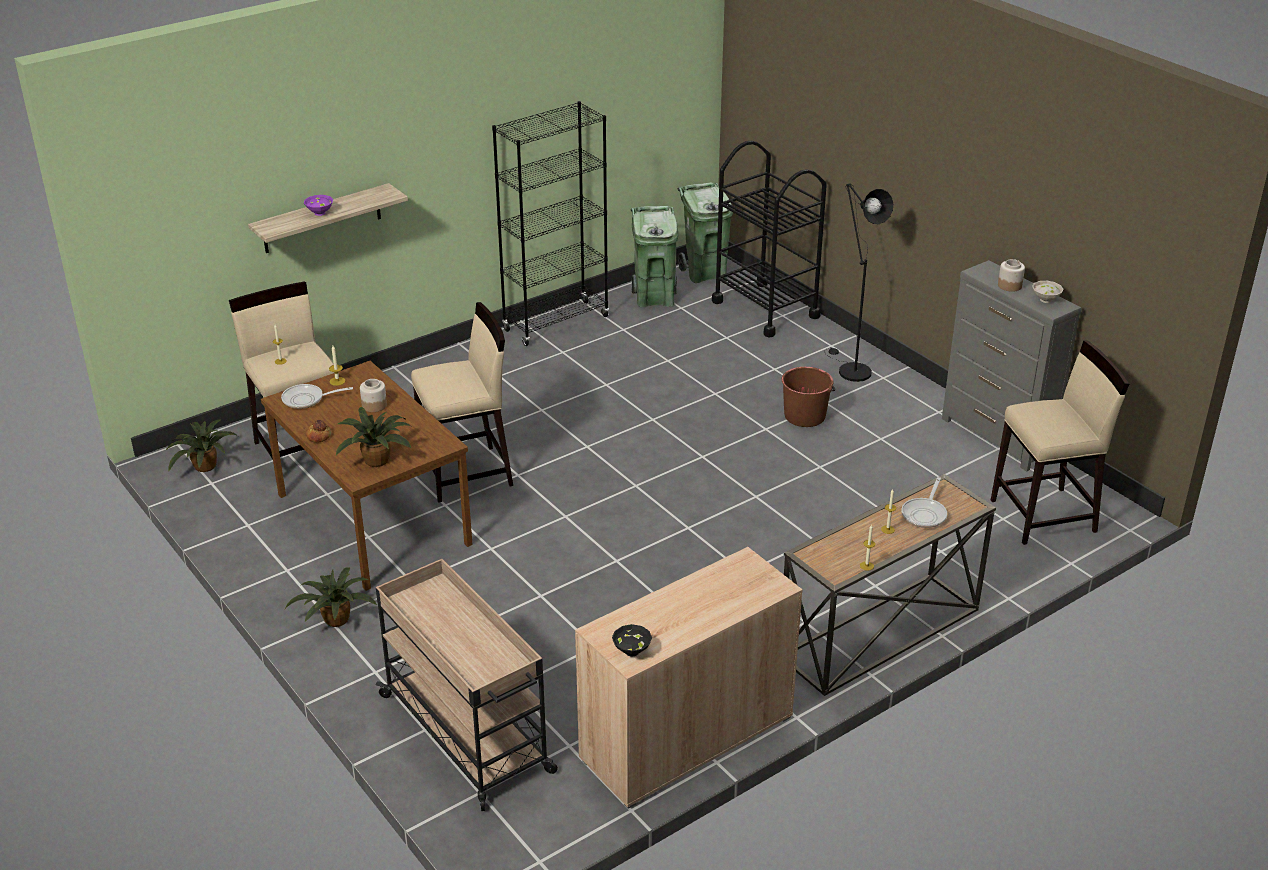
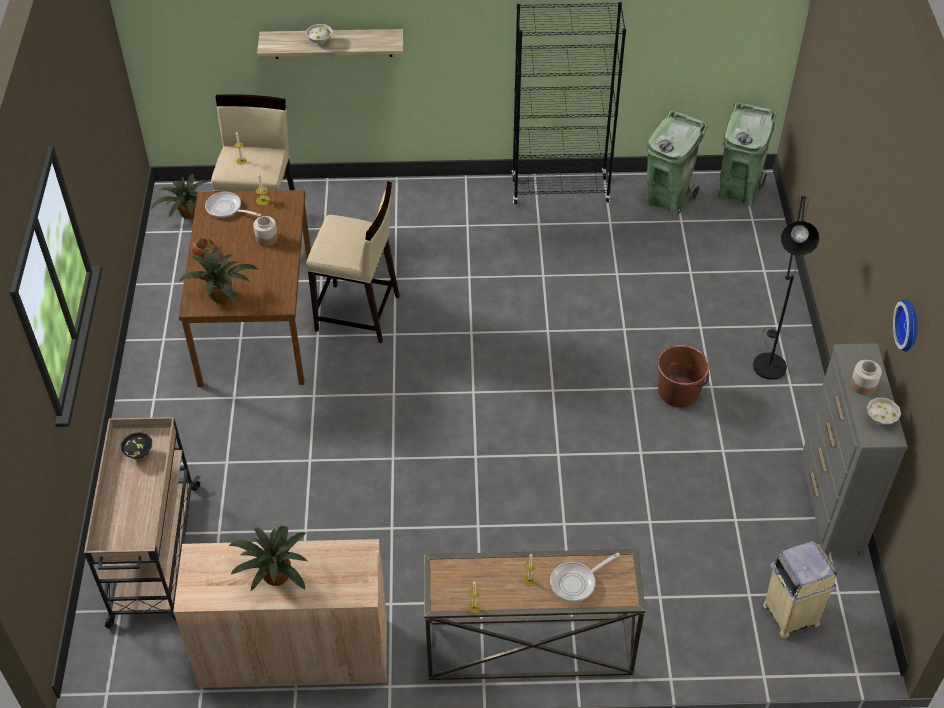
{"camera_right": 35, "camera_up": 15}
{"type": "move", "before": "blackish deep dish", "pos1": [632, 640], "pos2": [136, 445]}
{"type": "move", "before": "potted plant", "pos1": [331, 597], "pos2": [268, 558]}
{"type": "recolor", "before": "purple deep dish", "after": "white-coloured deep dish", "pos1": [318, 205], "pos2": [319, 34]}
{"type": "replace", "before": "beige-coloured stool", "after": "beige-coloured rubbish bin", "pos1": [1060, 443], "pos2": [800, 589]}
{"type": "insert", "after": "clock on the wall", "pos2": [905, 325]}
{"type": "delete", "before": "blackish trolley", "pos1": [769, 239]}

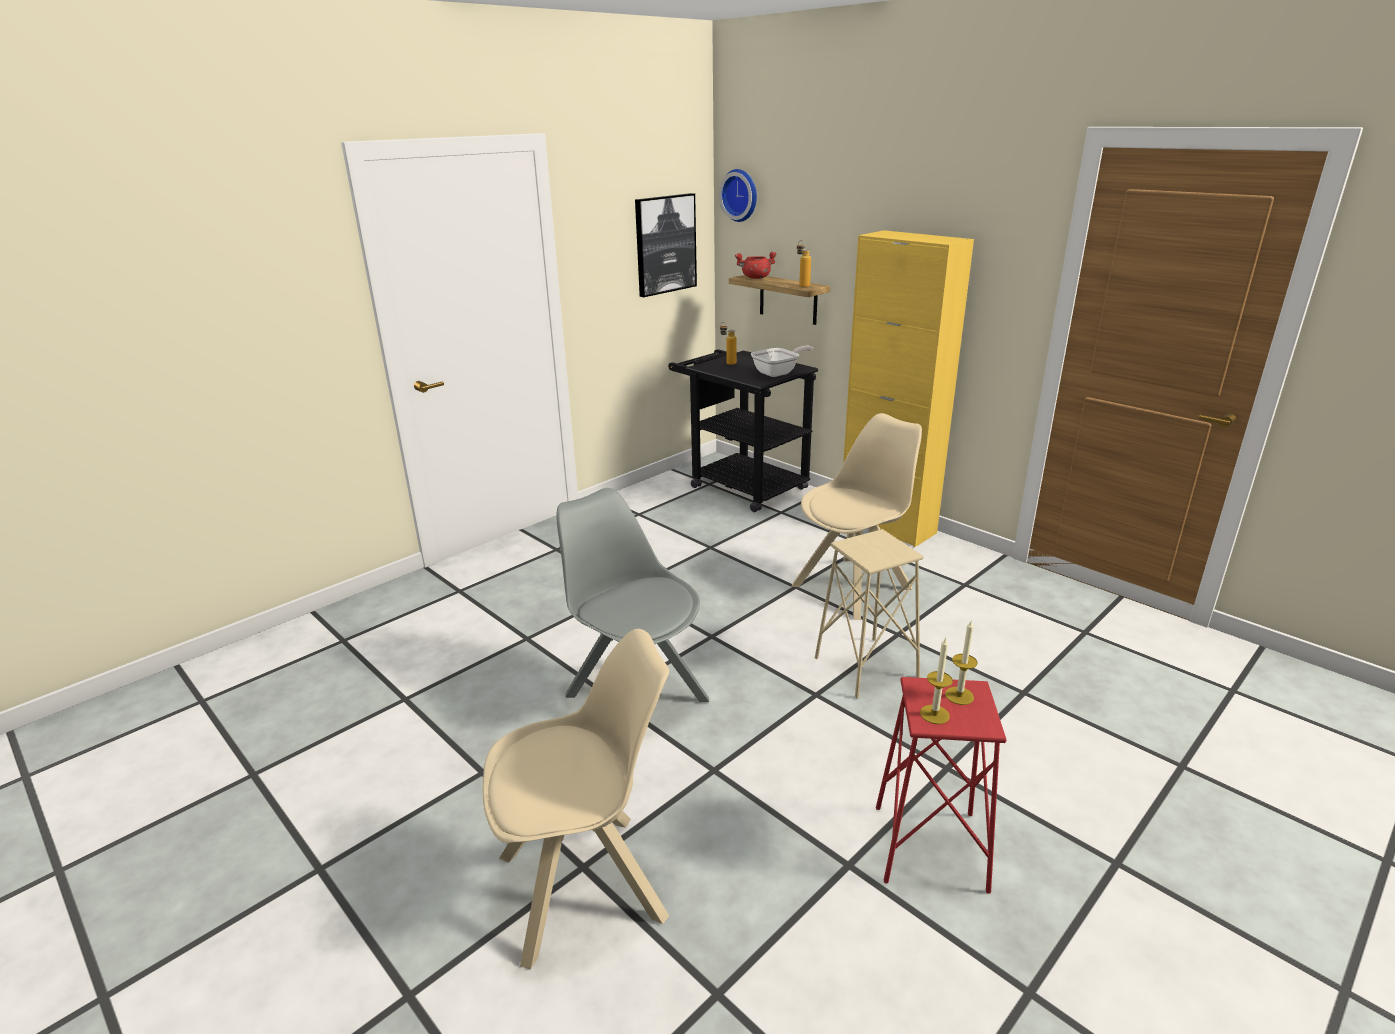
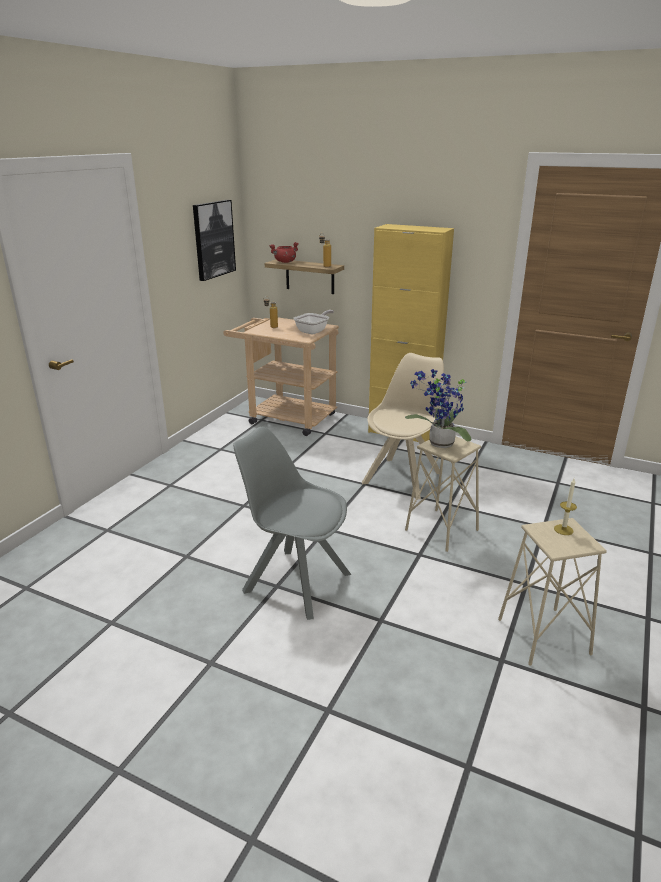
{"camera_right": -20, "camera_up": 0}
{"type": "recolor", "before": "blackish trolley", "after": "beige-coloured trolley", "pos1": [743, 430], "pos2": [281, 377]}
{"type": "insert", "after": "potted plant", "pos2": [438, 408]}
{"type": "recolor", "before": "red stool", "after": "beige-coloured stool", "pos1": [941, 785], "pos2": [552, 592]}
{"type": "delete", "before": "beige-coloured chair", "pos1": [576, 799]}
{"type": "delete", "before": "clock on the wall", "pos1": [738, 195]}
{"type": "delete", "before": "wax candle", "pos1": [936, 680]}

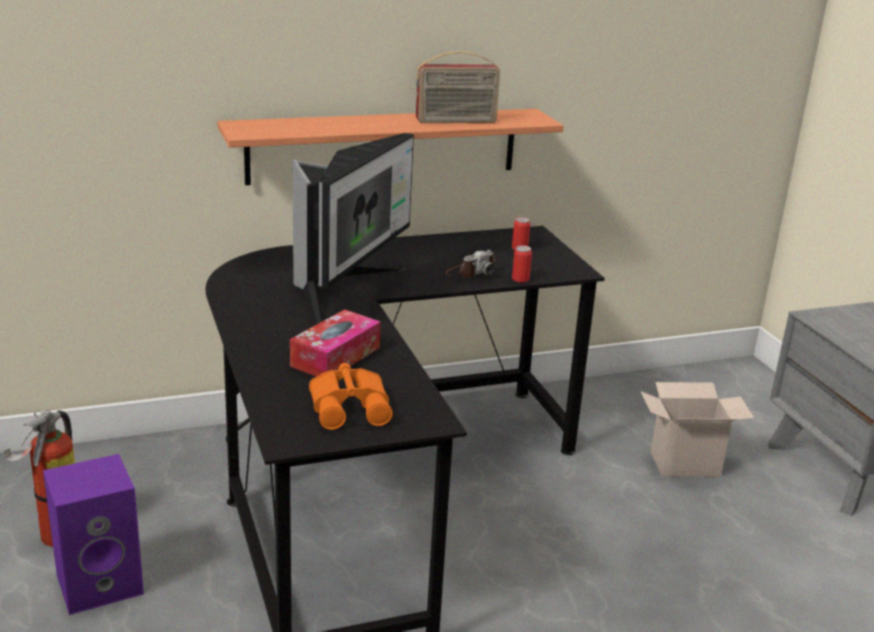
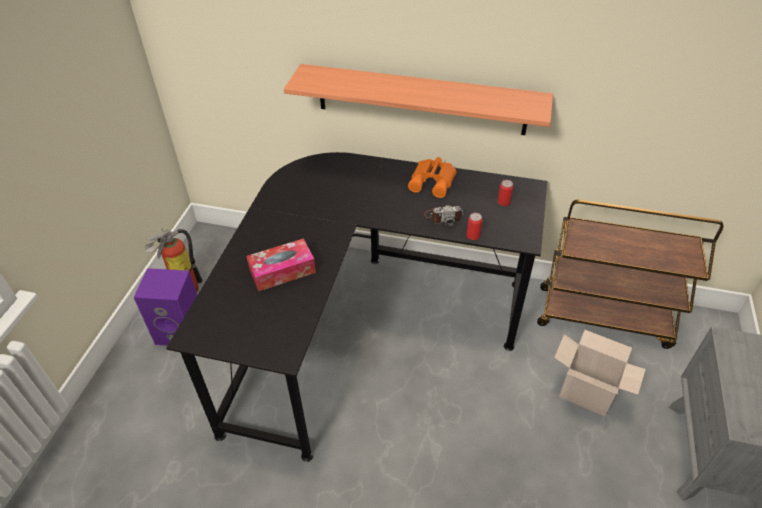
{"camera_right": 35, "camera_up": 20}
{"type": "move", "before": "orange pair of binoculars", "pos1": [351, 396], "pos2": [432, 177]}
{"type": "insert", "after": "brownish trolley", "pos2": [630, 274]}
{"type": "delete", "before": "computer screen", "pos1": [353, 229]}
{"type": "delete", "before": "radio receiver", "pos1": [458, 87]}

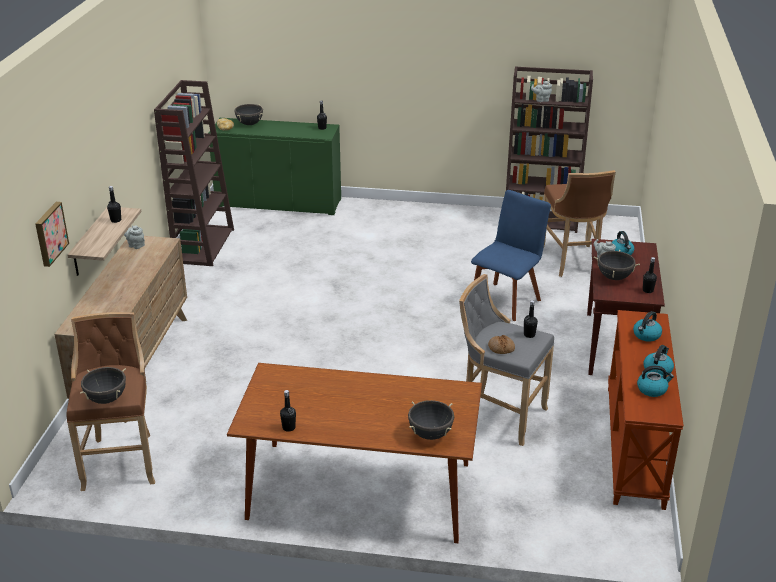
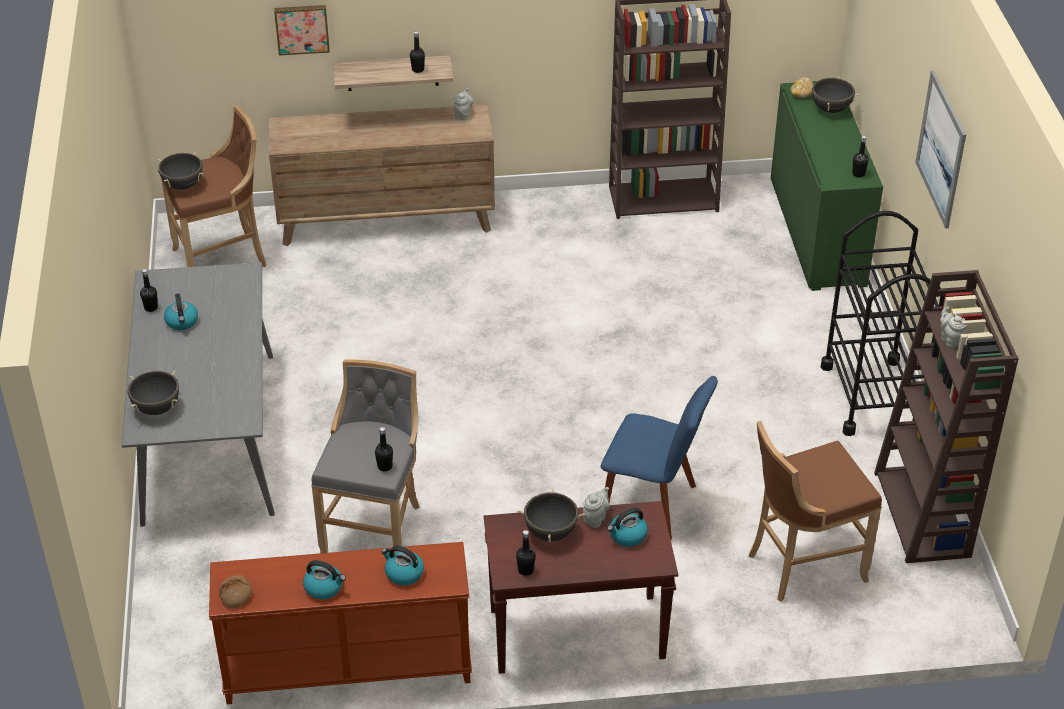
{"camera_right": 75, "camera_up": 10}
{"type": "recolor", "before": "brownish dinner table", "after": "gray dinner table", "pos1": [354, 453], "pos2": [198, 394]}
{"type": "move", "before": "water kettle", "pos1": [655, 381], "pos2": [181, 312]}
{"type": "move", "before": "baked bread", "pos1": [501, 344], "pos2": [235, 591]}
{"type": "insert", "after": "blackish trolley", "pos2": [883, 323]}
{"type": "insert", "after": "wall picture", "pos2": [940, 149]}

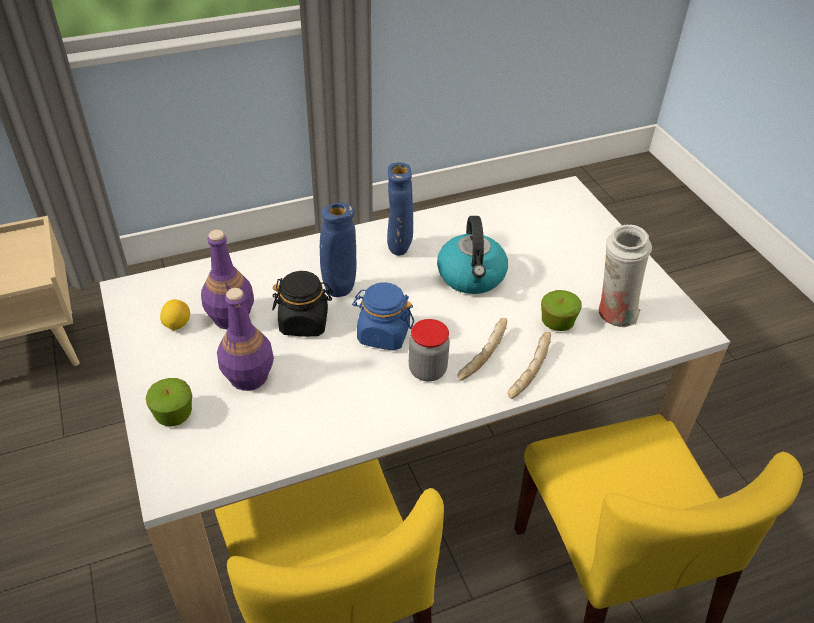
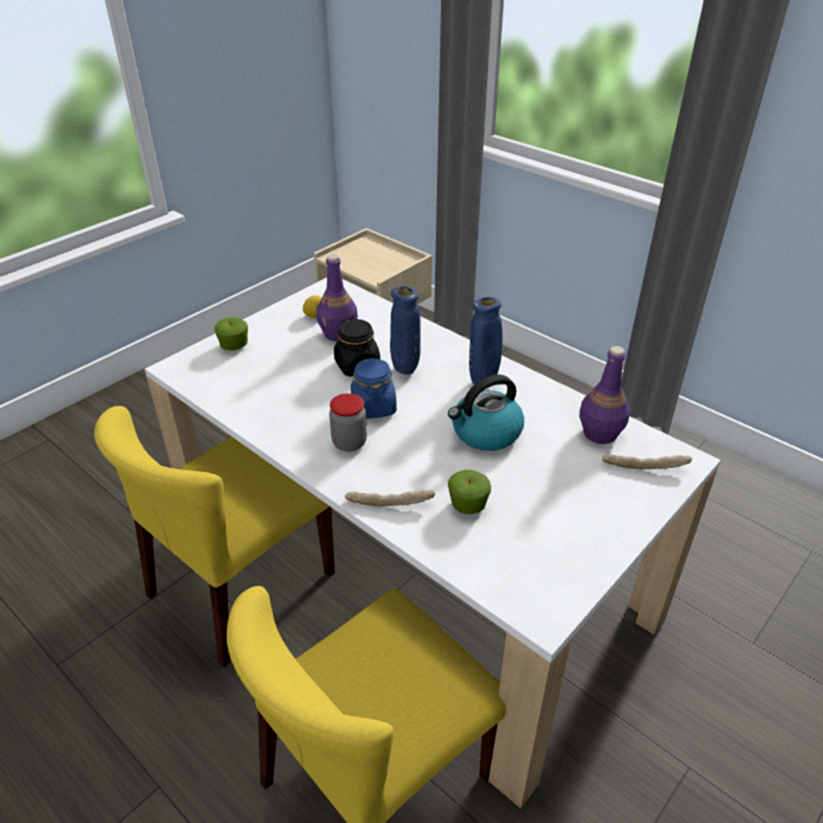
{"camera_right": 65, "camera_up": -5}
{"type": "move", "before": "purple beverage bottle", "pos1": [245, 339], "pos2": [604, 395]}
{"type": "move", "before": "baked bread", "pos1": [482, 349], "pos2": [647, 461]}
{"type": "delete", "before": "white-coloured vase", "pos1": [625, 276]}

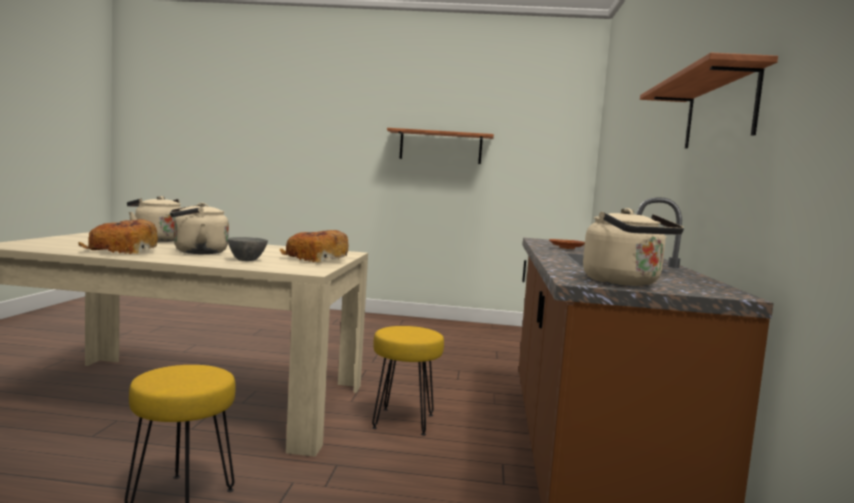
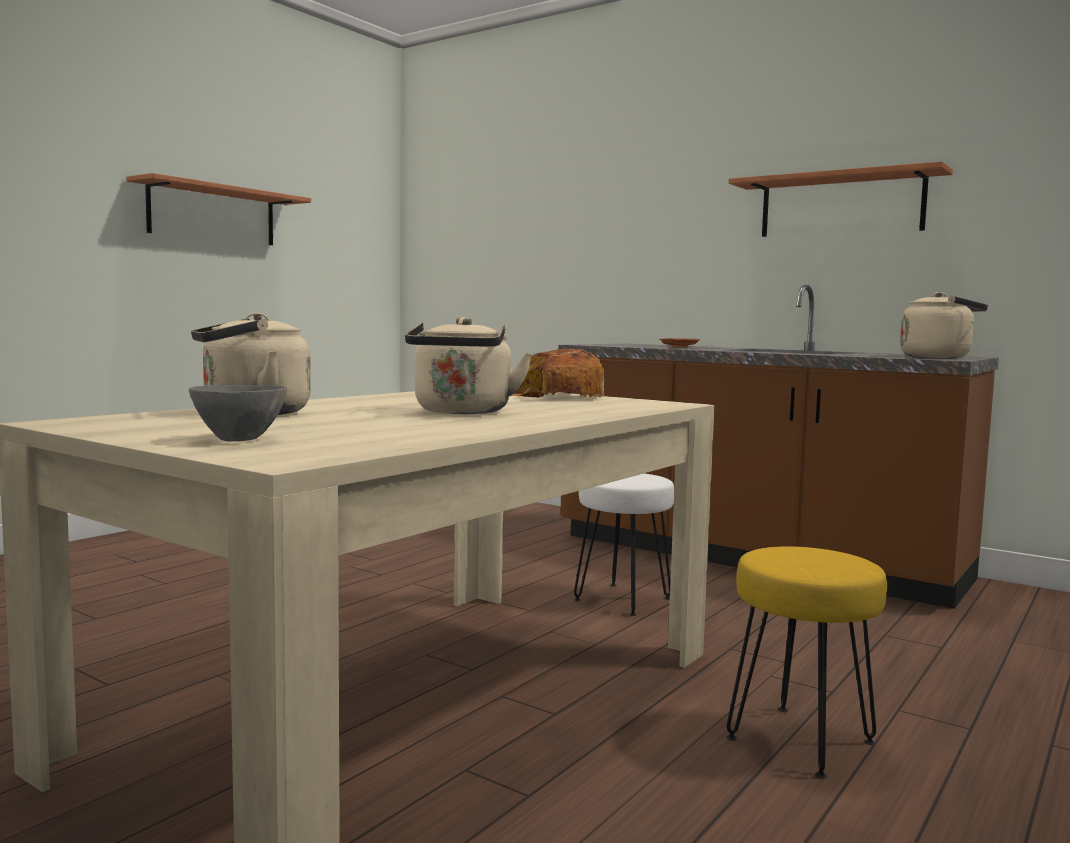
{"camera_right": -60, "camera_up": 0}
{"type": "move", "before": "gray deep dish", "pos1": [248, 249], "pos2": [238, 413]}
{"type": "recolor", "before": "yellow-coloured stool", "after": "white-coloured stool", "pos1": [408, 381], "pos2": [624, 544]}
{"type": "delete", "before": "baked bread", "pos1": [118, 236]}

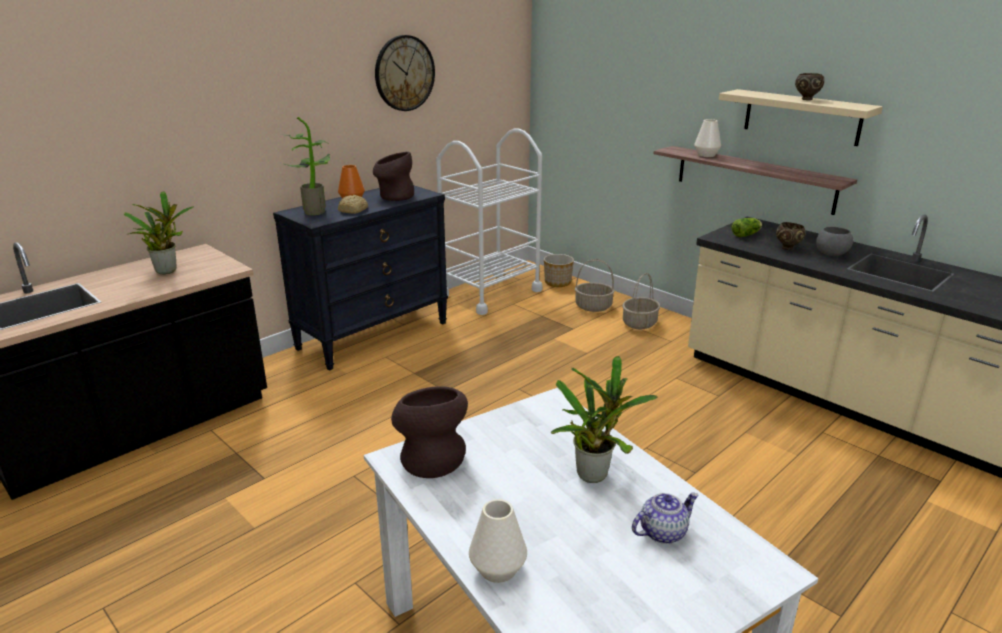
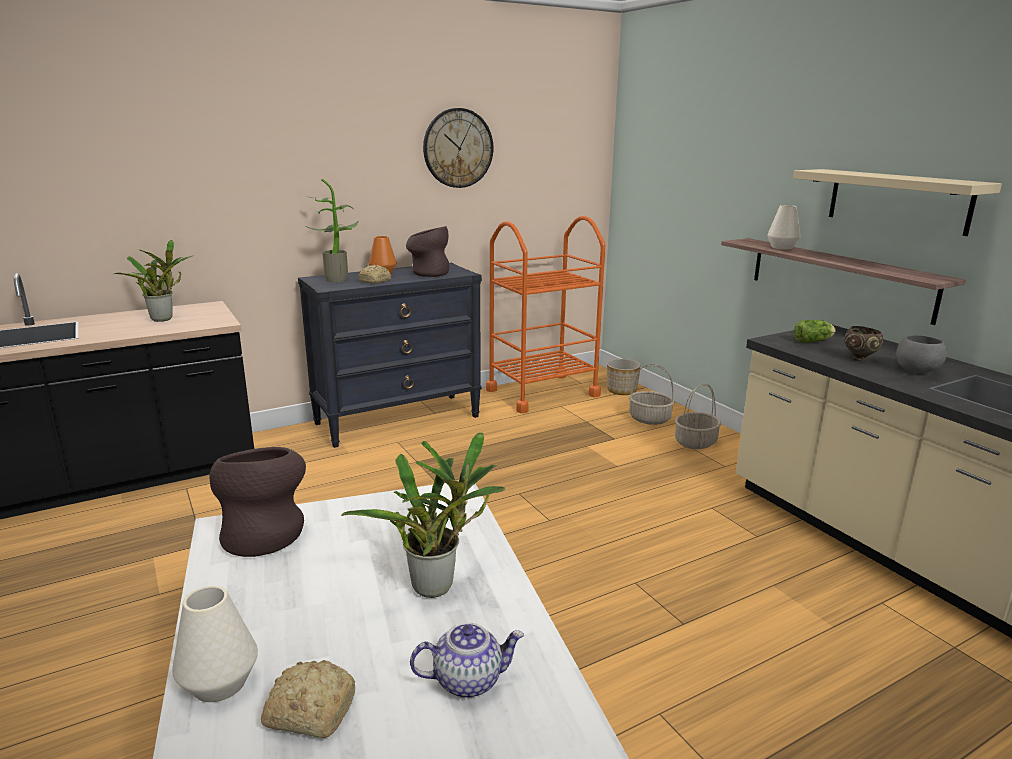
{"camera_right": 15, "camera_up": -5}
{"type": "insert", "after": "baked bread", "pos2": [308, 699]}
{"type": "recolor", "before": "white-coloured trolley", "after": "orange trolley", "pos1": [489, 222], "pos2": [545, 314]}
{"type": "delete", "before": "brownish deep dish", "pos1": [809, 86]}

